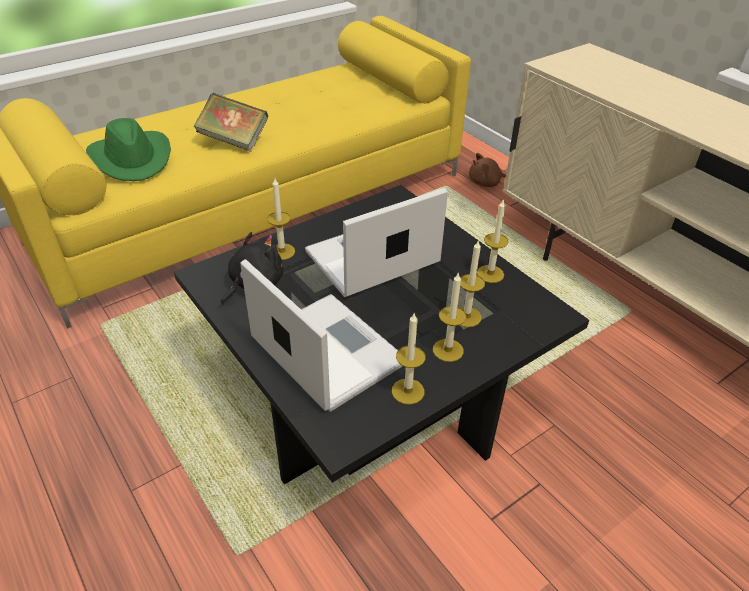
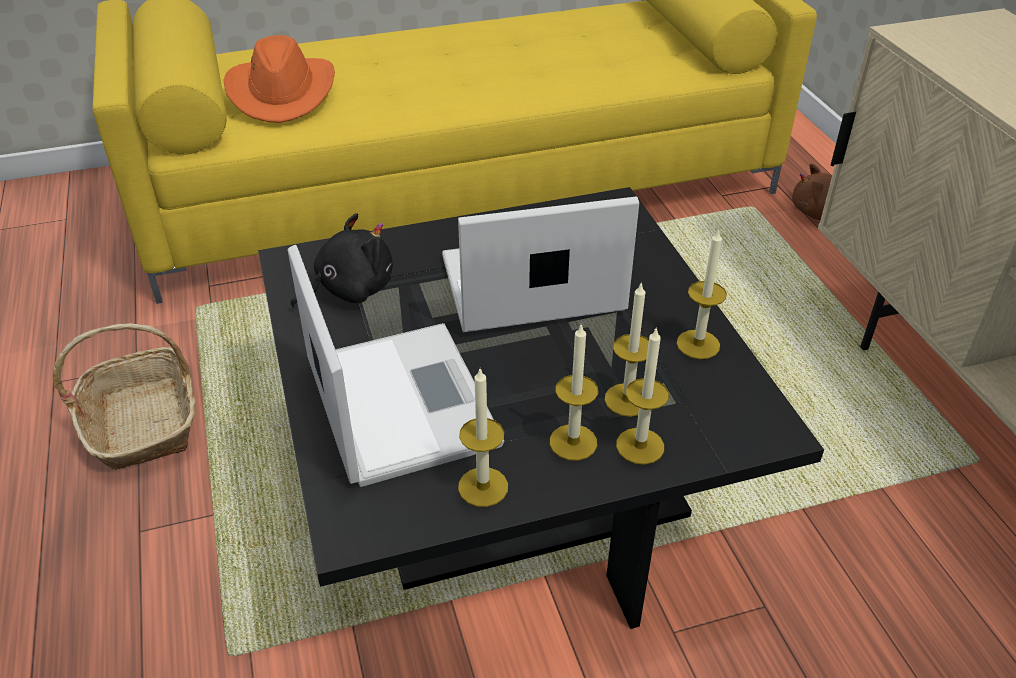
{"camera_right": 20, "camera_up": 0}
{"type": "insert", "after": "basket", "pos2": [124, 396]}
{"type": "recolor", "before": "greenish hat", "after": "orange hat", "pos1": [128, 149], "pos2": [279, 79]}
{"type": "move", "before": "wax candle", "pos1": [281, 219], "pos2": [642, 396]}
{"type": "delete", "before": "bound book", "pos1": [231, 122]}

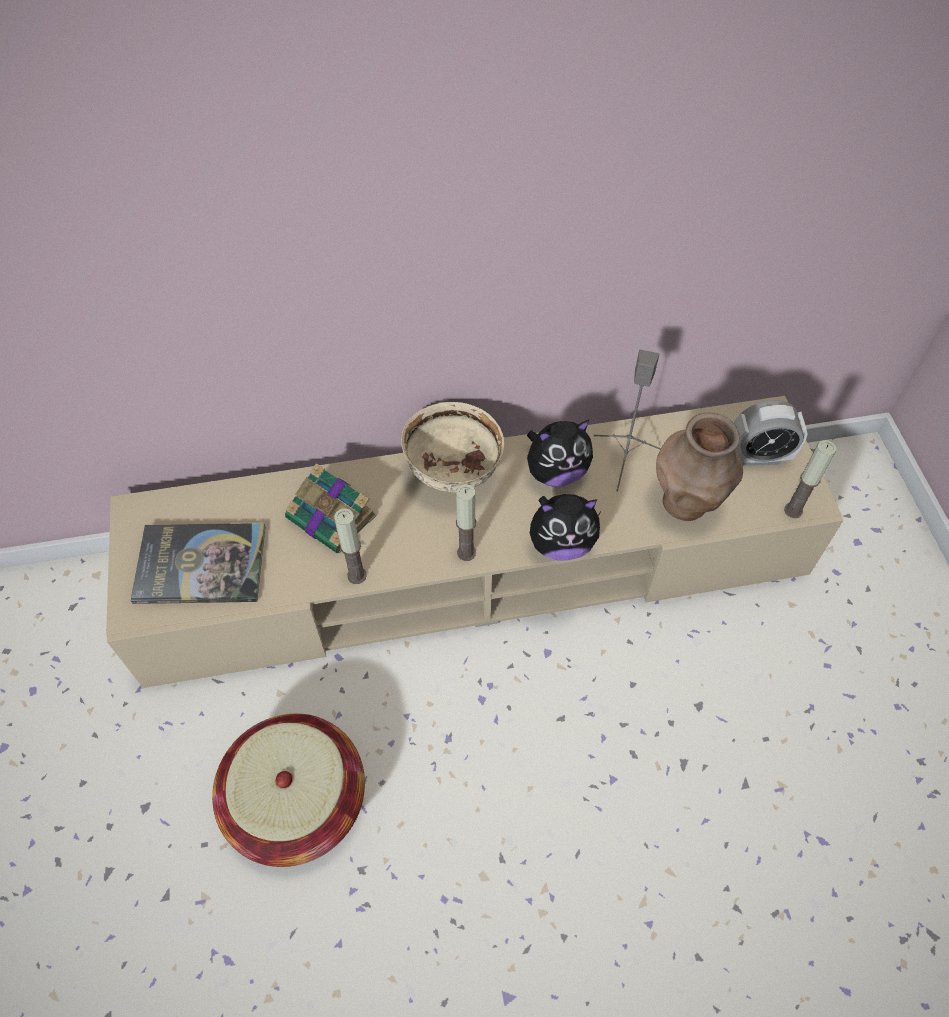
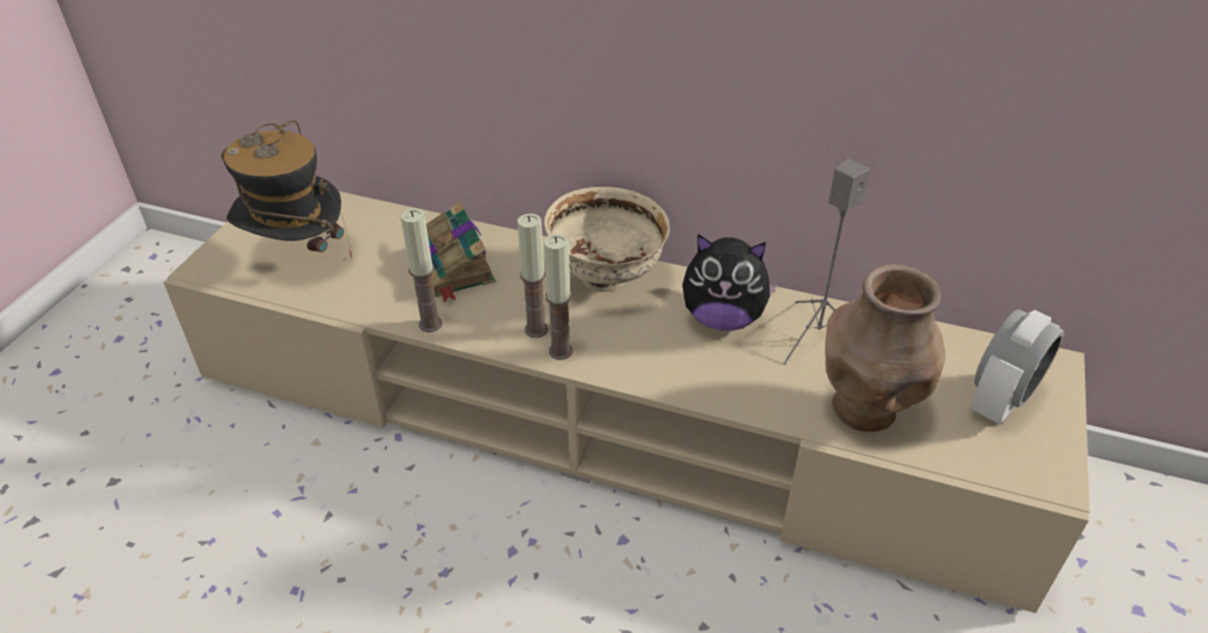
{"camera_right": 30, "camera_up": -15}
{"type": "replace", "before": "bound book", "after": "hat", "pos1": [198, 563], "pos2": [286, 189]}
{"type": "move", "before": "wax candle", "pos1": [810, 479], "pos2": [532, 275]}
{"type": "rotate", "before": "table clock", "pos1": [771, 433], "pos2": [1017, 367], "turn": -75}
{"type": "delete", "before": "basket", "pos1": [288, 790]}
{"type": "delete", "before": "plush toy", "pos1": [565, 527]}

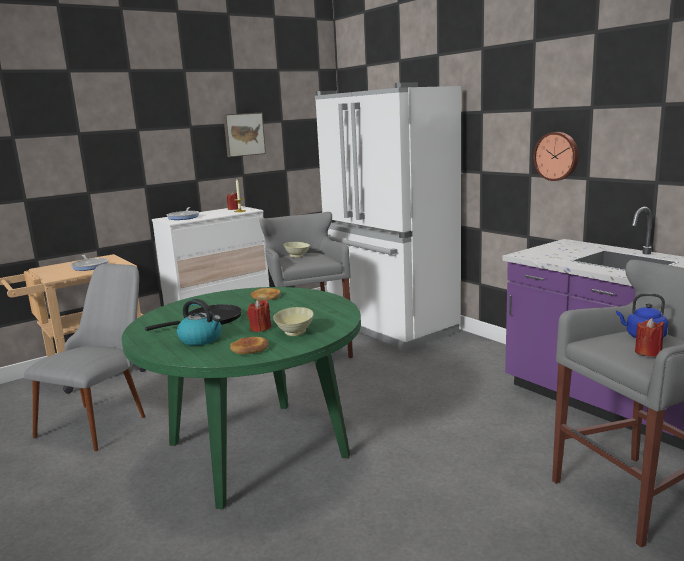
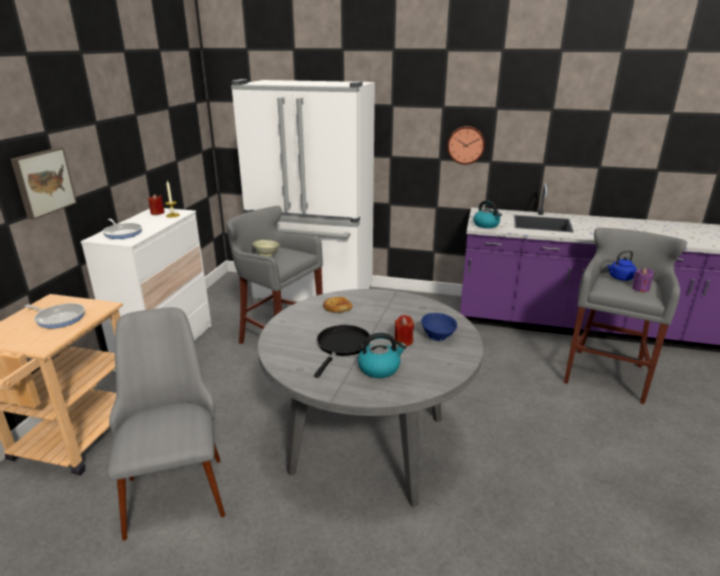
{"camera_right": -40, "camera_up": 10}
{"type": "move", "before": "wall picture", "pos1": [244, 135], "pos2": [44, 183]}
{"type": "recolor", "before": "greenish dinner table", "after": "gray dinner table", "pos1": [241, 398], "pos2": [370, 398]}
{"type": "recolor", "before": "beige-coloured deep dish", "after": "blue deep dish", "pos1": [293, 321], "pos2": [439, 327]}
{"type": "insert", "after": "water kettle", "pos2": [487, 214]}
{"type": "recolor", "before": "red wax candle", "after": "purple wax candle", "pos1": [650, 337], "pos2": [643, 280]}
{"type": "delete", "before": "baked bread", "pos1": [249, 346]}

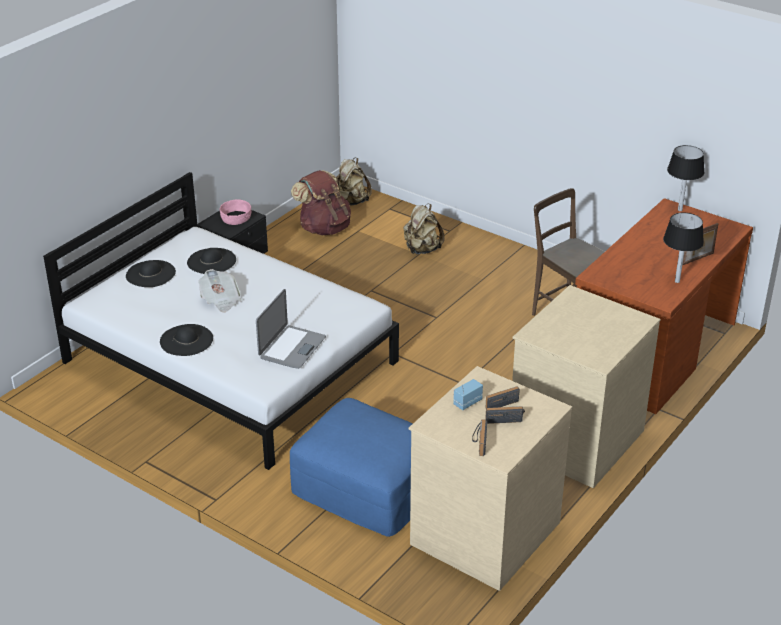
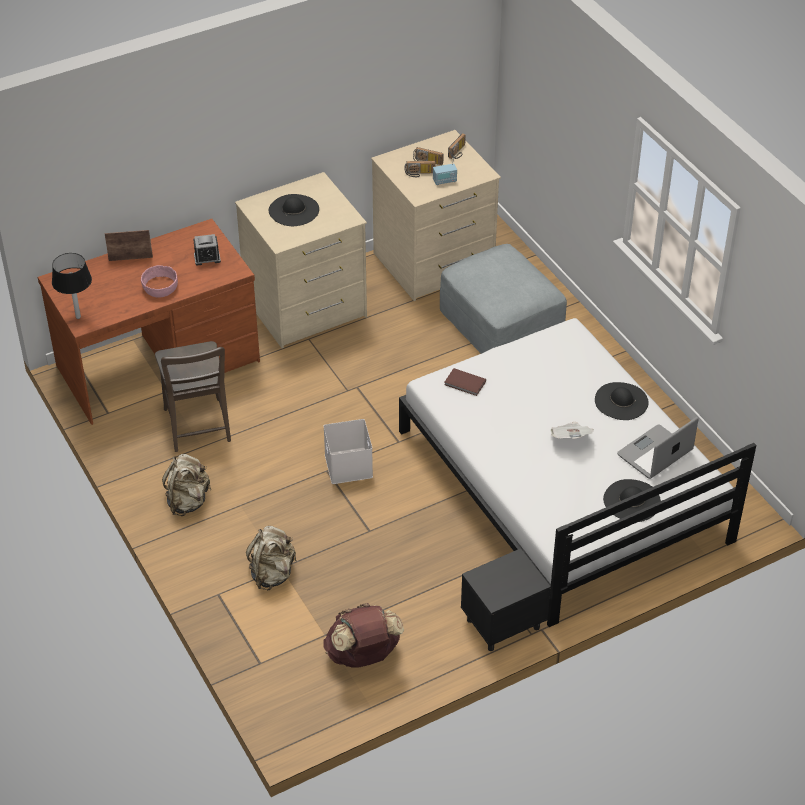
{"camera_right": -155, "camera_up": 10}
{"type": "move", "before": "pink deep dish", "pos1": [235, 212], "pos2": [159, 281]}
{"type": "move", "before": "beige-coloured knapsack", "pos1": [354, 181], "pos2": [186, 485]}
{"type": "insert", "after": "table clock", "pos2": [207, 250]}
{"type": "move", "before": "blackish hat", "pos1": [211, 261], "pos2": [294, 210]}
{"type": "insert", "after": "white-coloured storage container", "pos2": [348, 451]}
{"type": "recolor", "before": "blue ottoman", "after": "gray ottoman", "pos1": [351, 467], "pos2": [503, 299]}
{"type": "insert", "after": "brownish bound book", "pos2": [465, 382]}
{"type": "move", "before": "portable computer", "pos1": [291, 329], "pos2": [658, 448]}
{"type": "delete", "before": "blackish lamp for a table", "pos1": [683, 248]}

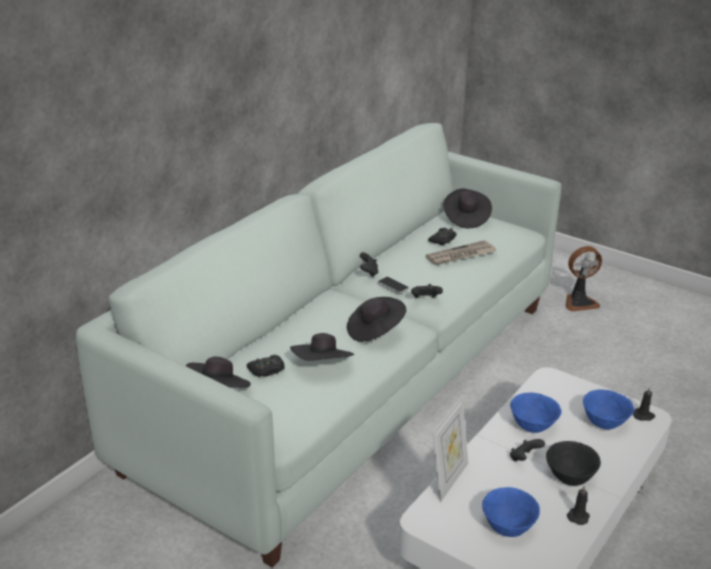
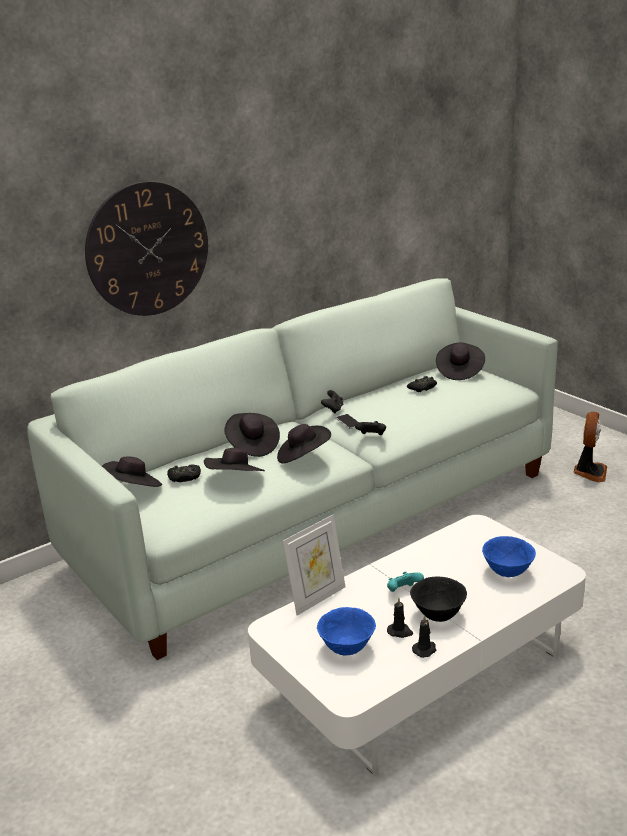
{"camera_right": 20, "camera_up": -5}
{"type": "insert", "after": "clock on the wall", "pos2": [146, 248]}
{"type": "insert", "after": "blackish hat", "pos2": [252, 435]}
{"type": "recolor", "before": "blackish joypad", "after": "turquoise joypad", "pos1": [527, 450], "pos2": [405, 582]}
{"type": "move", "before": "blackish wax candle", "pos1": [644, 404], "pos2": [400, 618]}
{"type": "rotate", "before": "fan", "pos1": [584, 278], "pos2": [590, 447], "turn": -75}
{"type": "delete", "before": "newspaper", "pos1": [461, 252]}
{"type": "delete", "before": "blue deep dish", "pos1": [536, 413]}

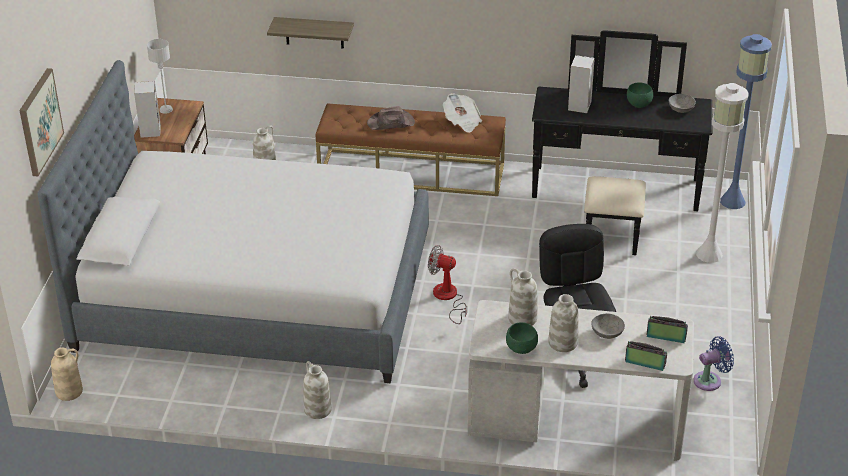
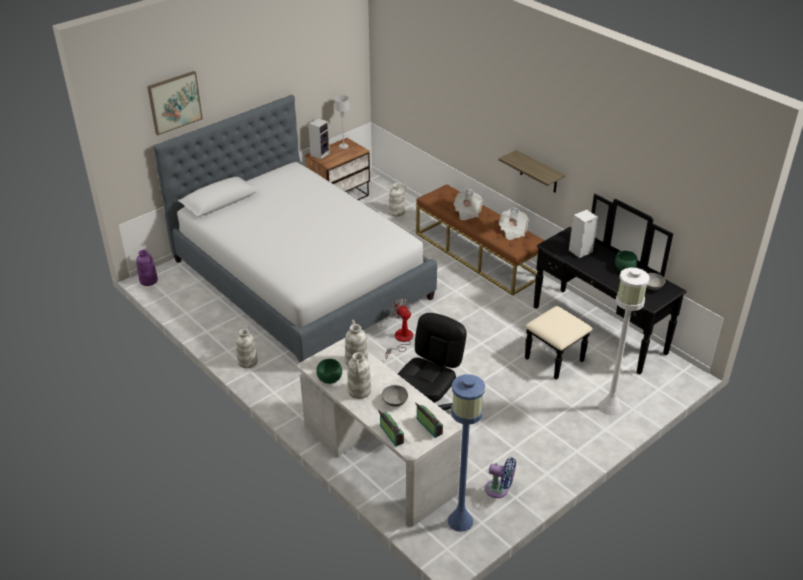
{"camera_right": 40, "camera_up": 0}
{"type": "recolor", "before": "beige-coloured vase", "after": "purple vase", "pos1": [67, 374], "pos2": [147, 268]}
{"type": "move", "before": "blue standing lamp", "pos1": [746, 121], "pos2": [466, 453]}
{"type": "replace", "before": "brownish hat", "after": "newspaper", "pos1": [391, 118], "pos2": [468, 204]}
{"type": "move", "before": "wall shelf", "pos1": [310, 33], "pos2": [531, 171]}

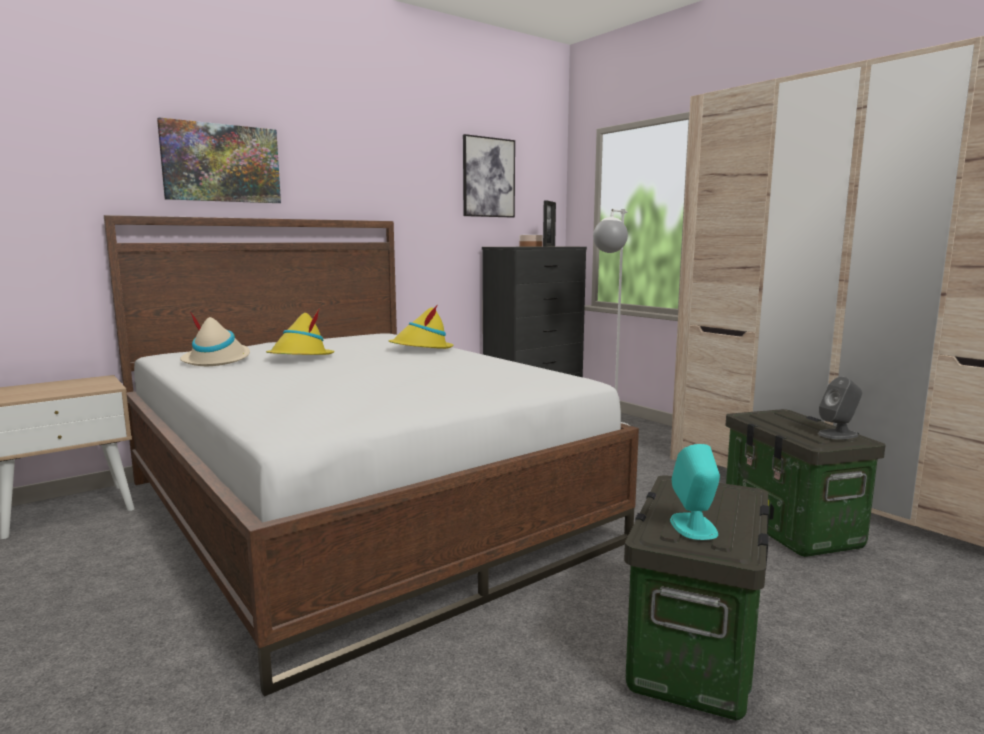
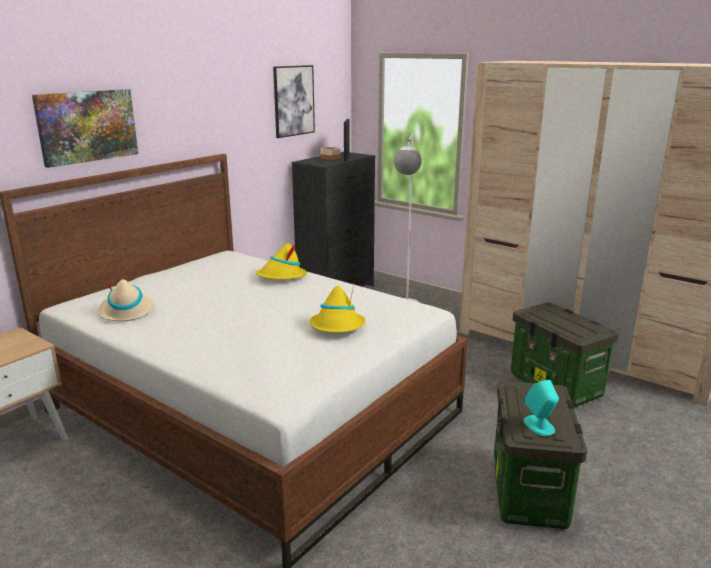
{"camera_right": -15, "camera_up": 10}
{"type": "move", "before": "yellow-coloured hat", "pos1": [300, 331], "pos2": [337, 308]}
{"type": "delete", "before": "gray speaker", "pos1": [840, 408]}

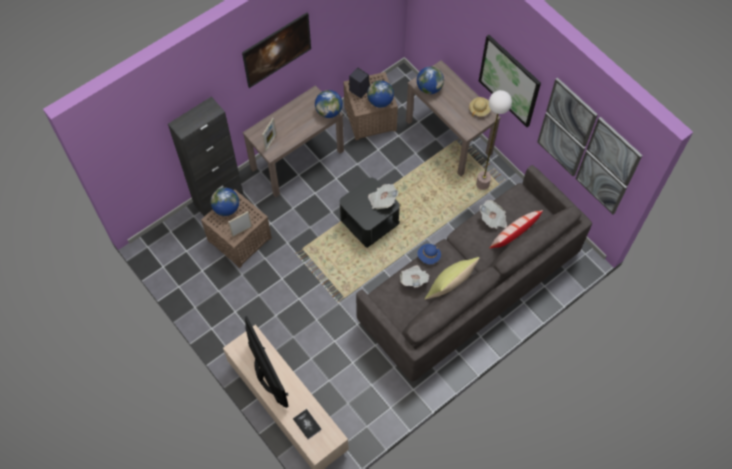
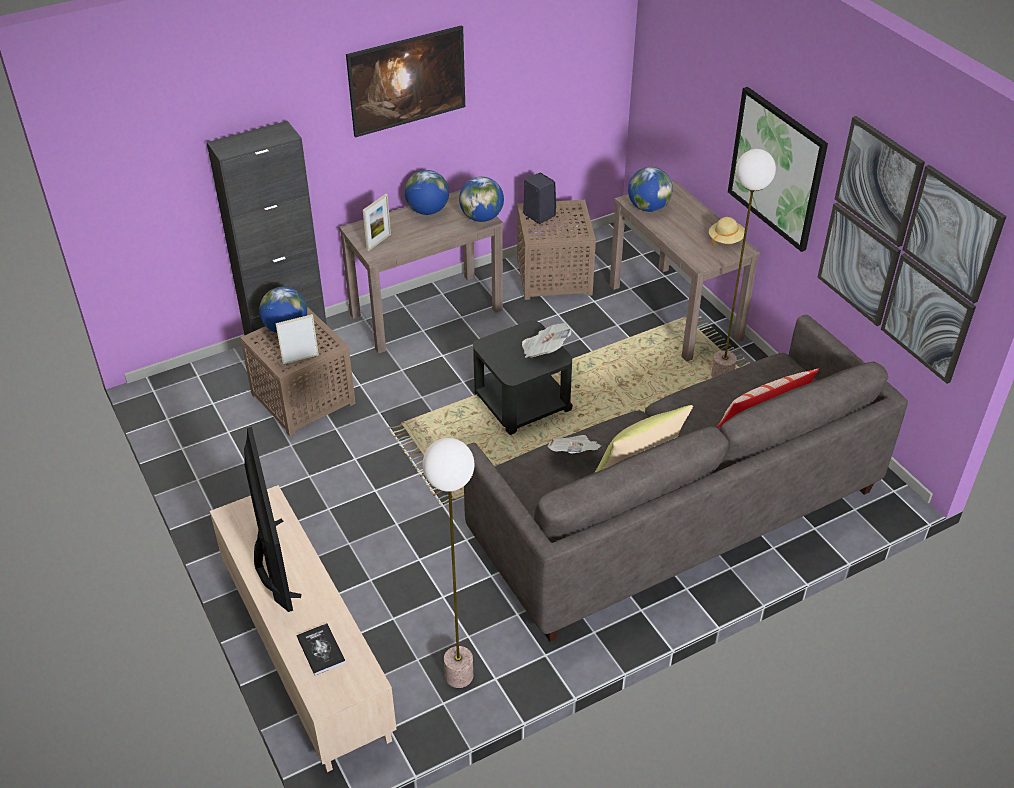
{"camera_right": 10, "camera_up": -20}
{"type": "move", "before": "world globe", "pos1": [380, 94], "pos2": [427, 192]}
{"type": "insert", "after": "standing lamp", "pos2": [448, 563]}
{"type": "delete", "before": "blue hat", "pos1": [429, 254]}
{"type": "delete", "before": "newspaper", "pos1": [493, 214]}

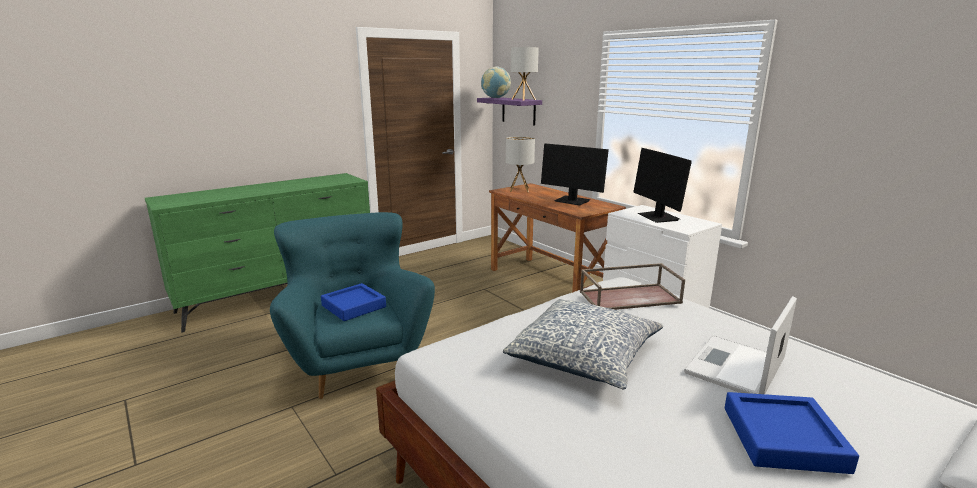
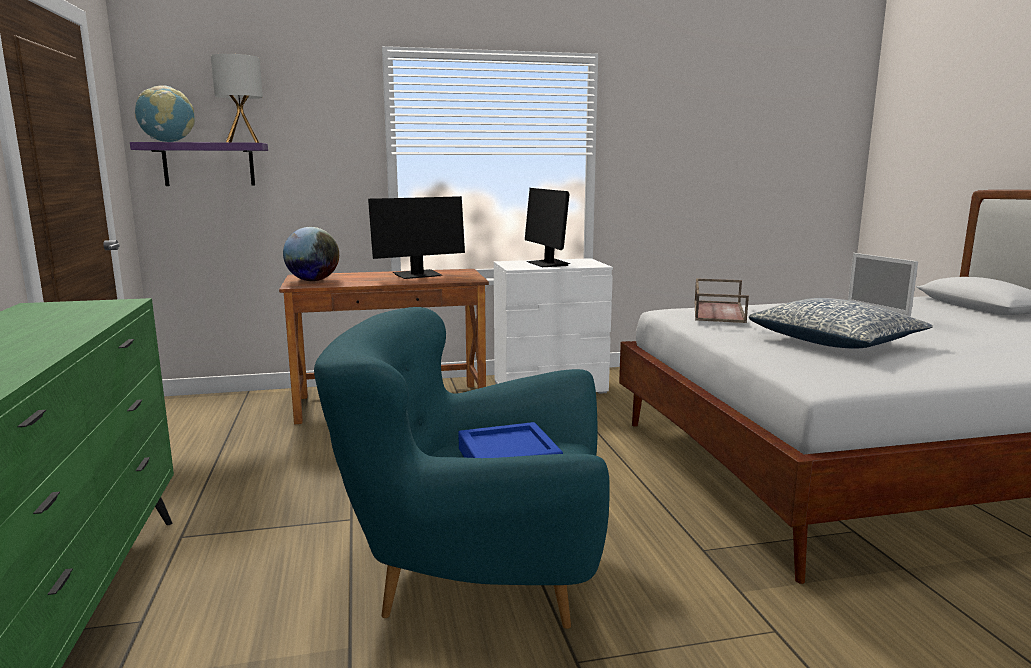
{"camera_right": -65, "camera_up": -5}
{"type": "replace", "before": "lamp for a table", "after": "world globe", "pos1": [520, 164], "pos2": [311, 254]}
{"type": "rotate", "before": "computer screen", "pos1": [662, 185], "pos2": [547, 227], "turn": 60}
{"type": "delete", "before": "blue tray", "pos1": [792, 433]}

